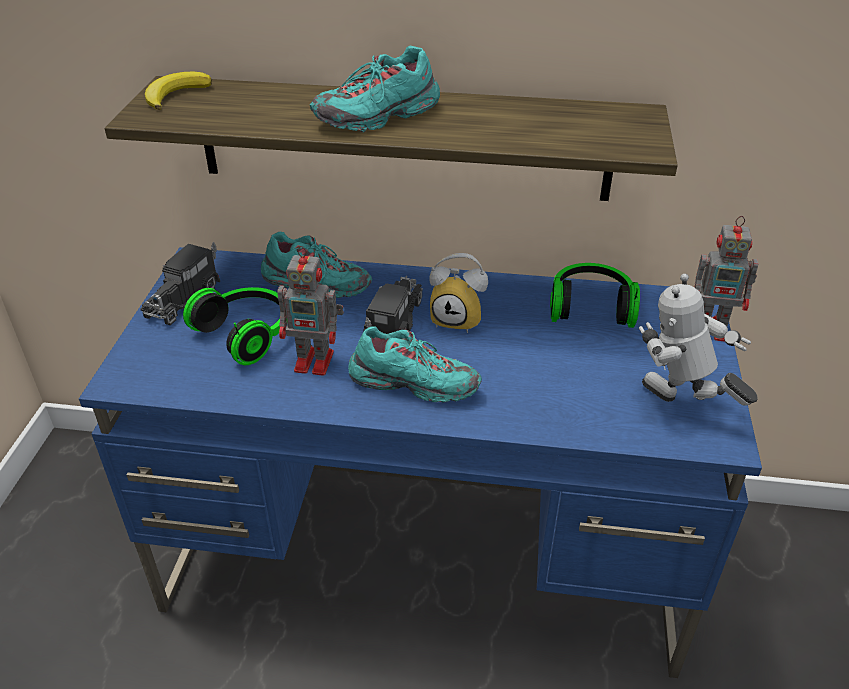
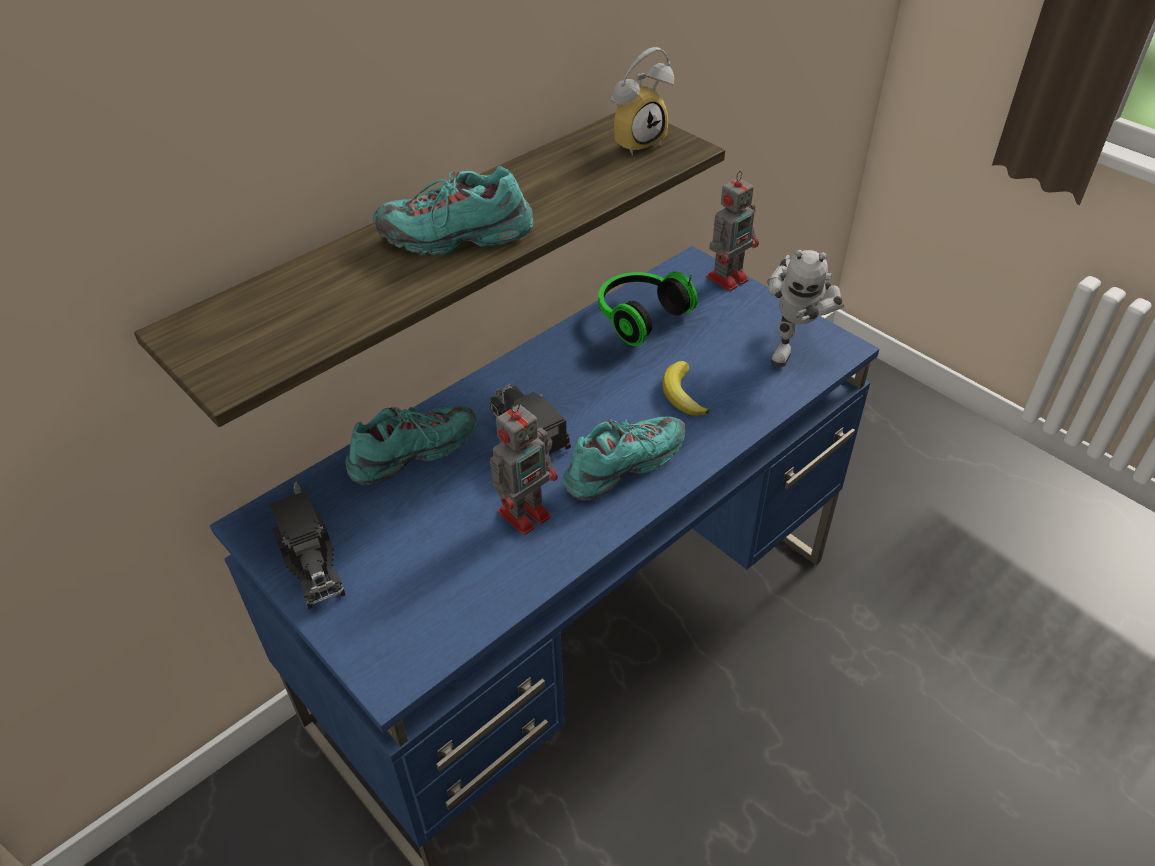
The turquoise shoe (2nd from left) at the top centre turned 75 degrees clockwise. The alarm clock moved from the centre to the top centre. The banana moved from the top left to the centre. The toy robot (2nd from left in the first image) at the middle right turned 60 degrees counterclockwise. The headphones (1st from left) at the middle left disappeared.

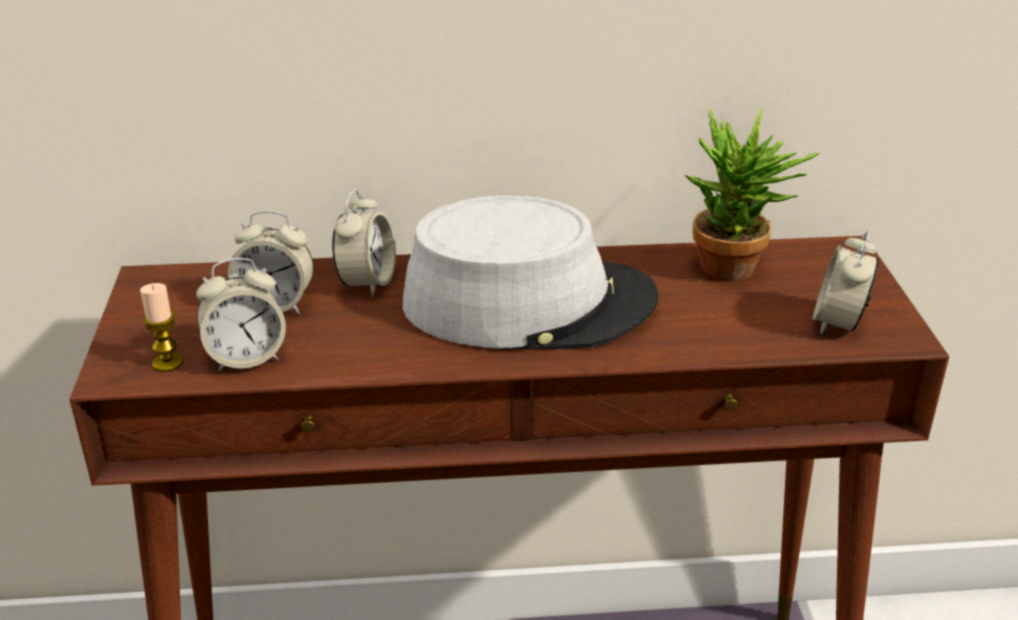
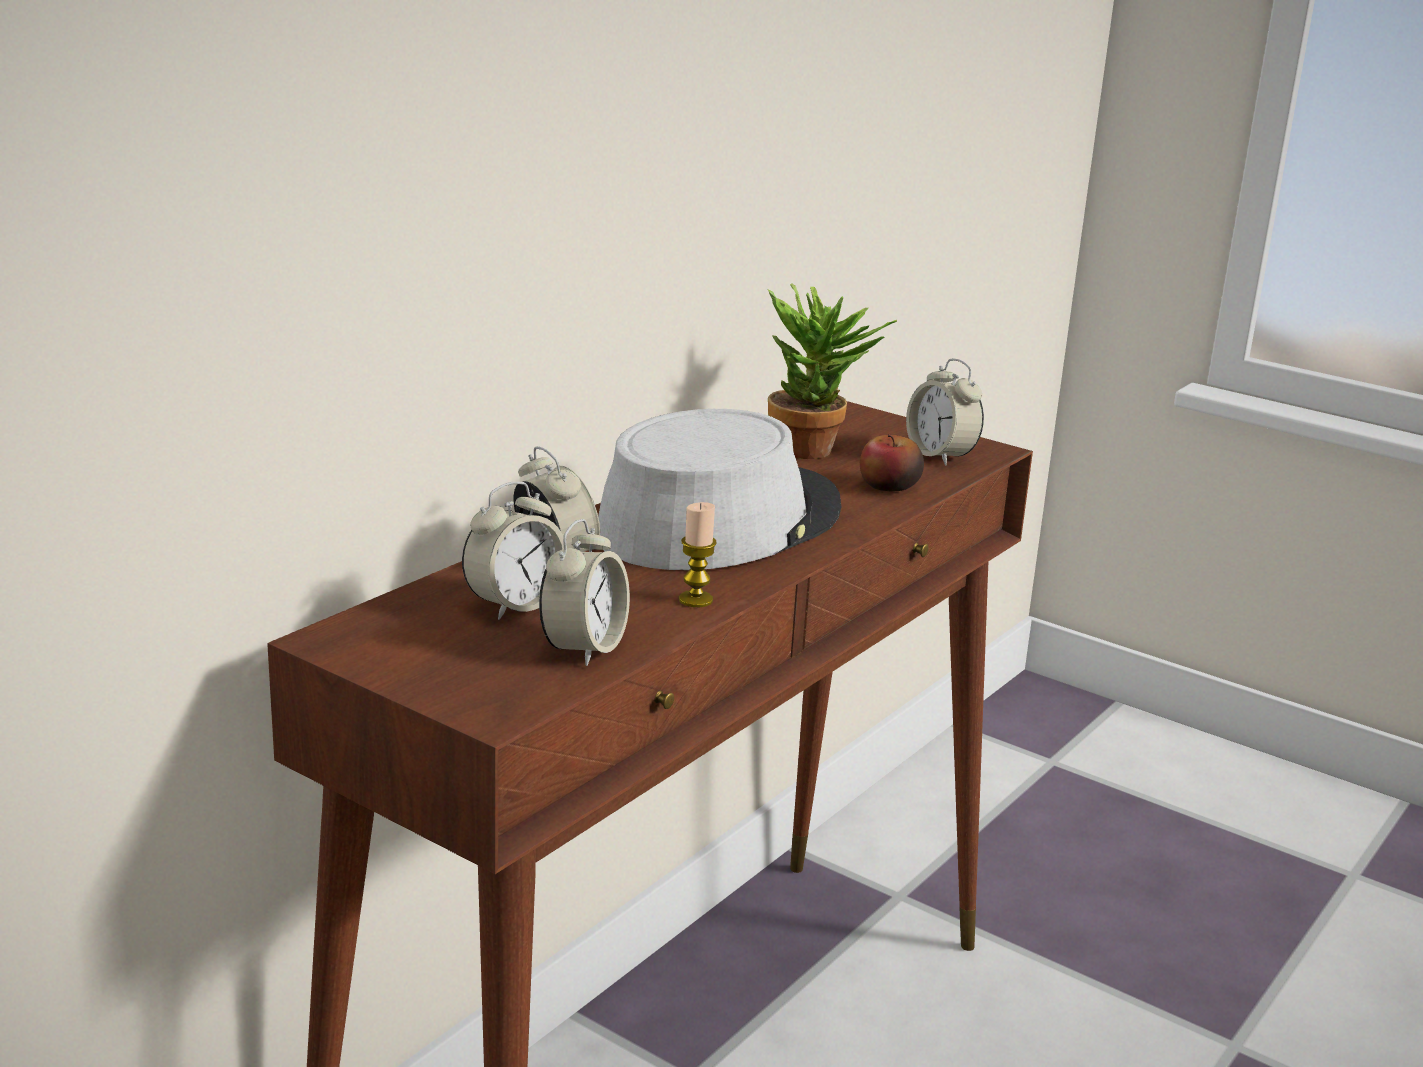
The candle moved from the middle left to the centre. The apple at the centre appeared.

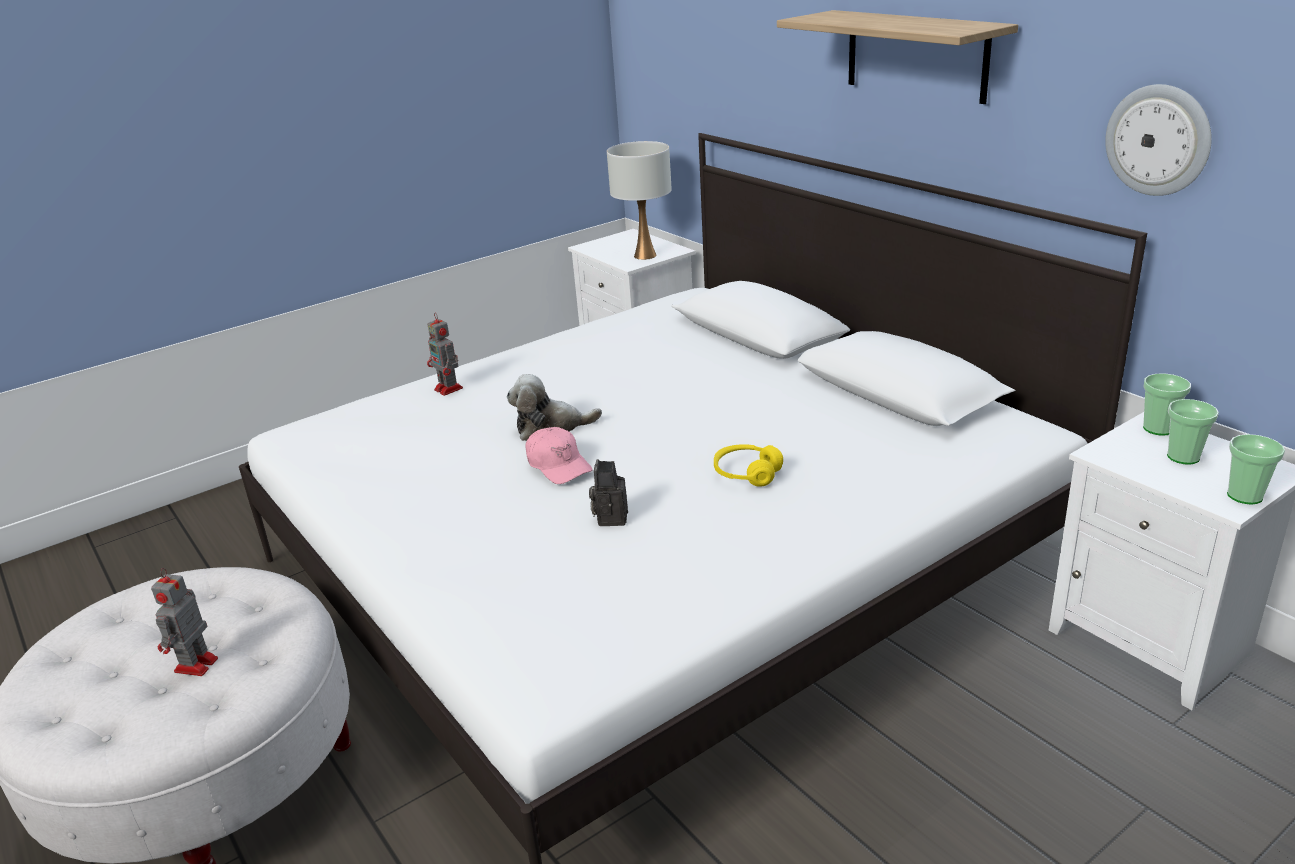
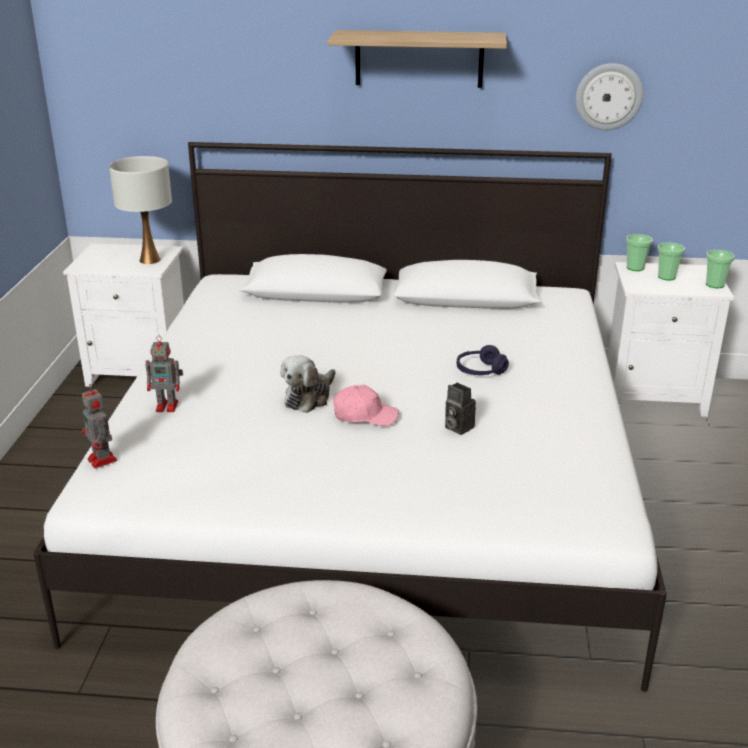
The toy robot (1st from left) moved from the bottom left to the middle left. The yellow headphones at the centre became the purple headphones at the centre.

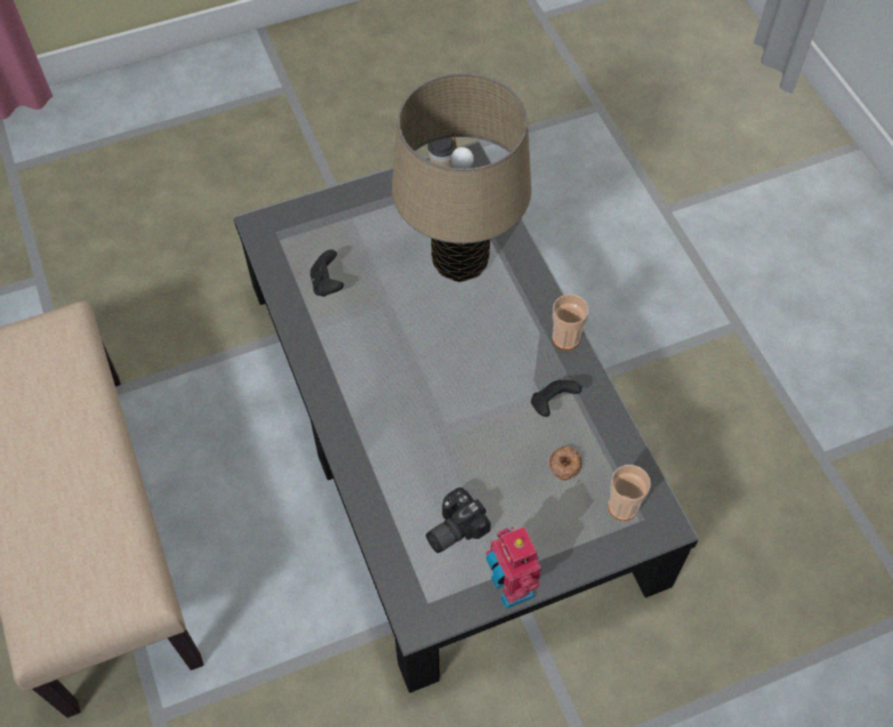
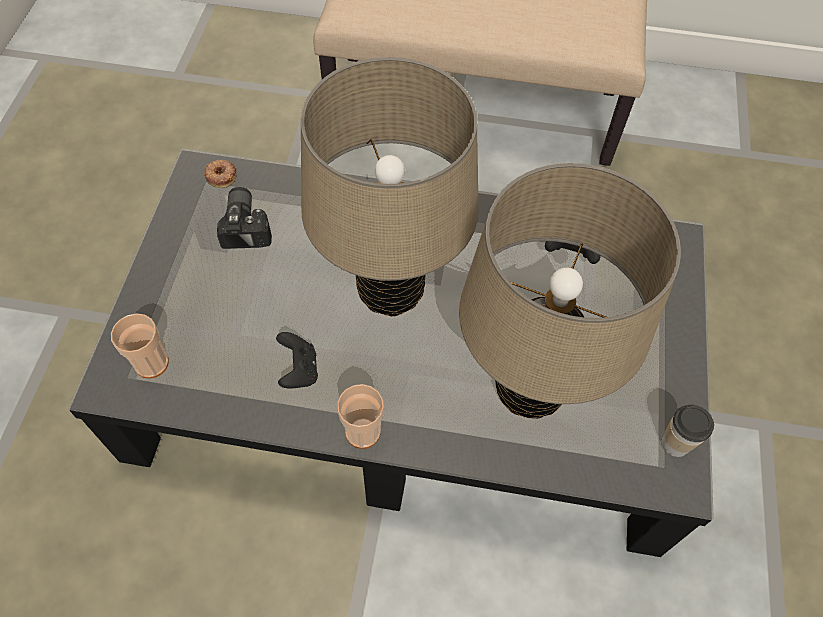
The donut moved from the centre to the top left. The beige table lamp (1st from left) at the top centre appeared. The toy robot at the bottom centre disappeared.

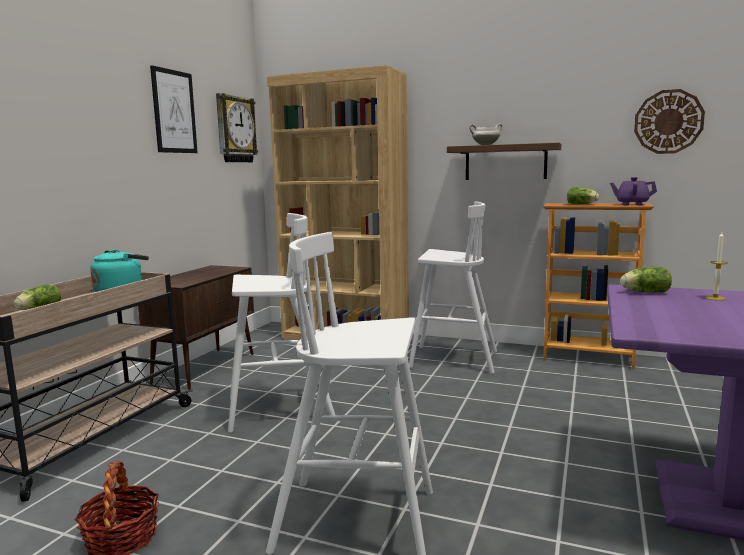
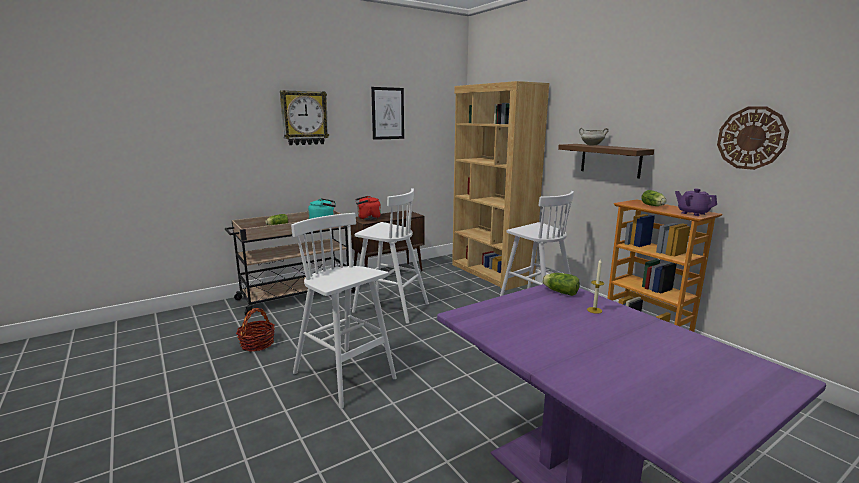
The wall clock (1st from left) moved from the top left to the top centre. The red kettle at the centre appeared.

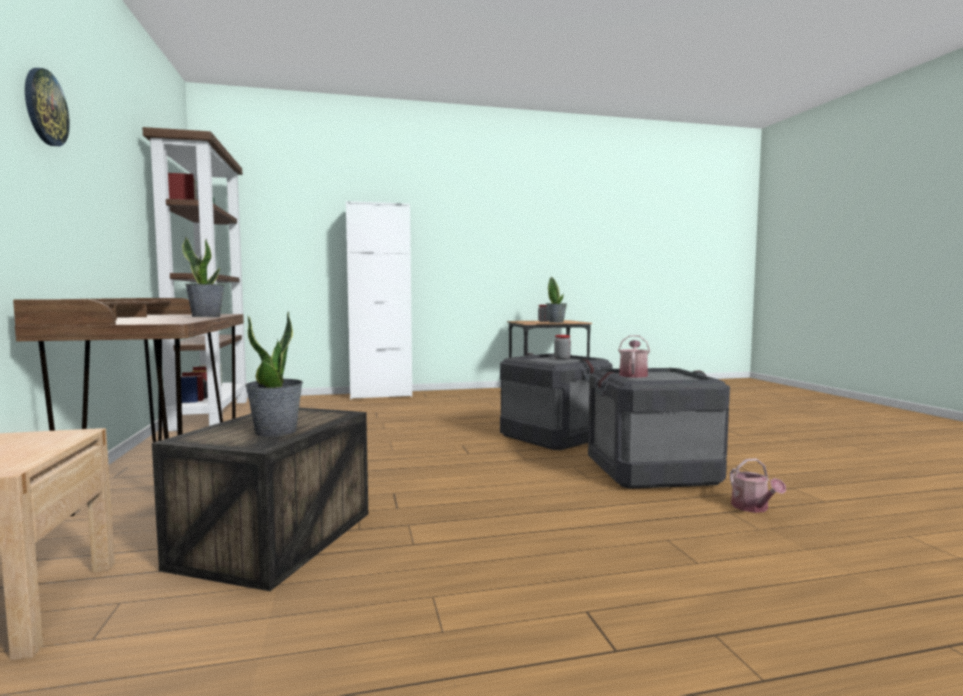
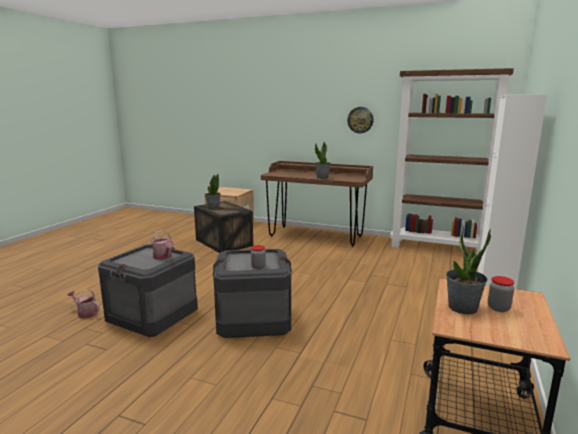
The wall clock moved from the top left to the top centre.

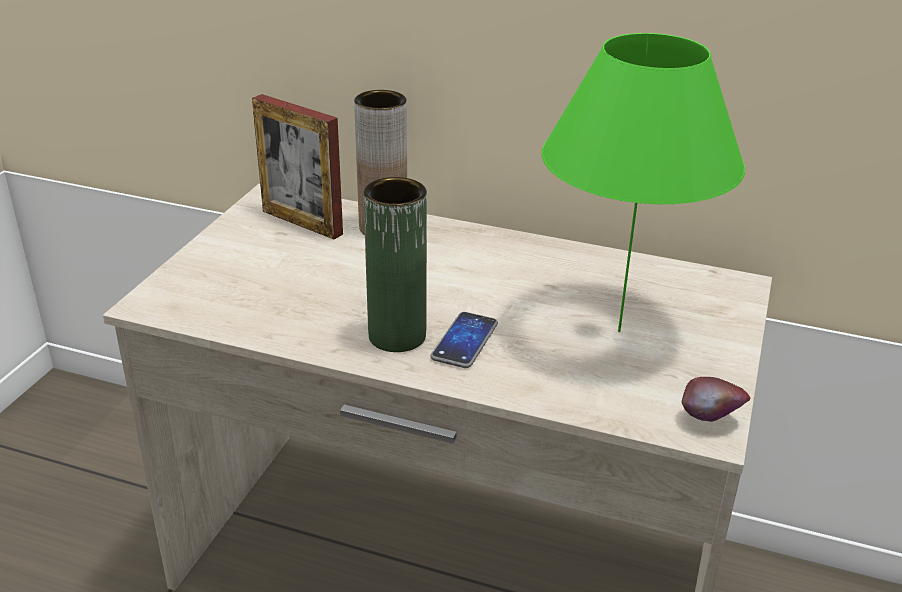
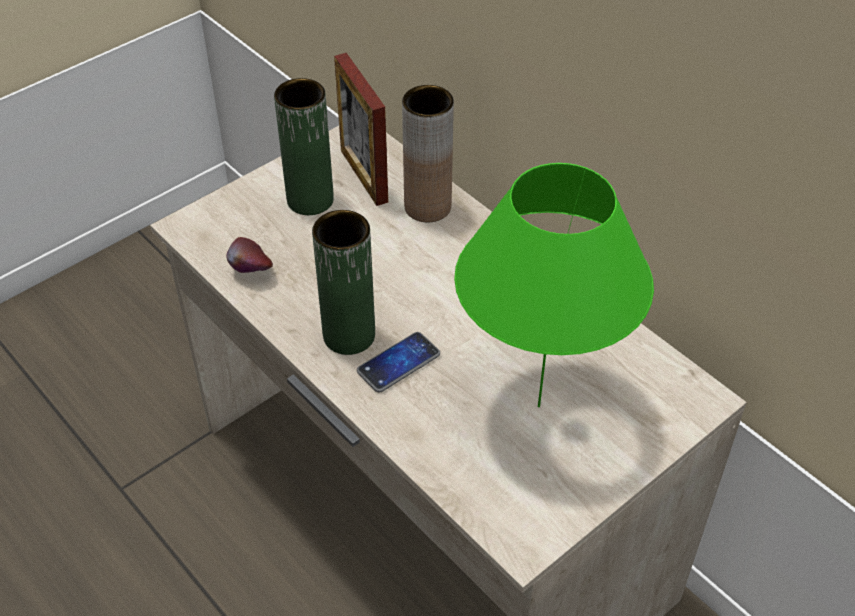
The apple moved from the bottom right to the middle left. The green vase (1st from left) at the top centre appeared.

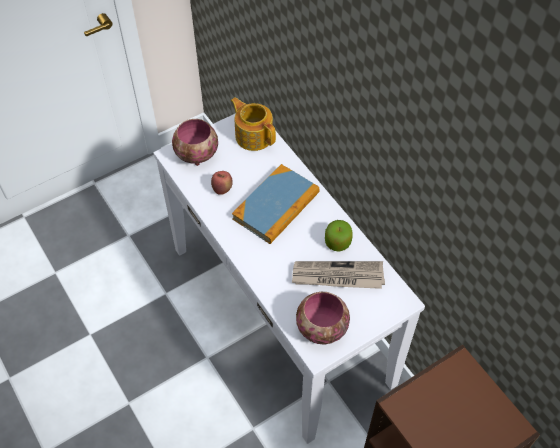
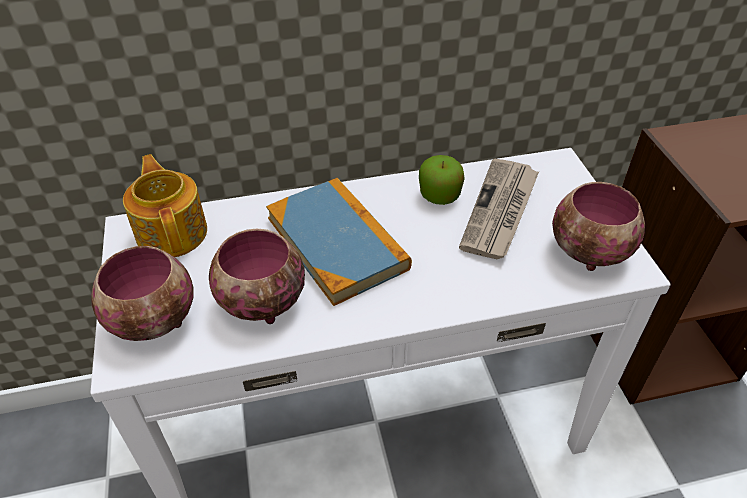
The teapot at the top centre turned 90 degrees clockwise. The apple (1st from left) at the centre was replaced by the bowl (2nd from left) at the centre.

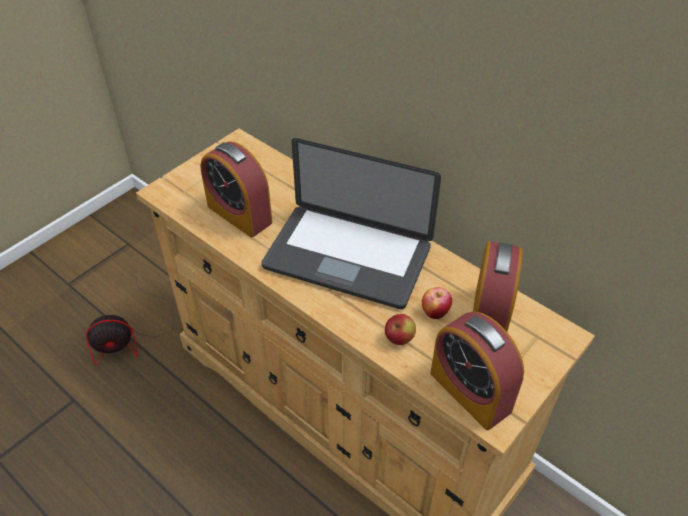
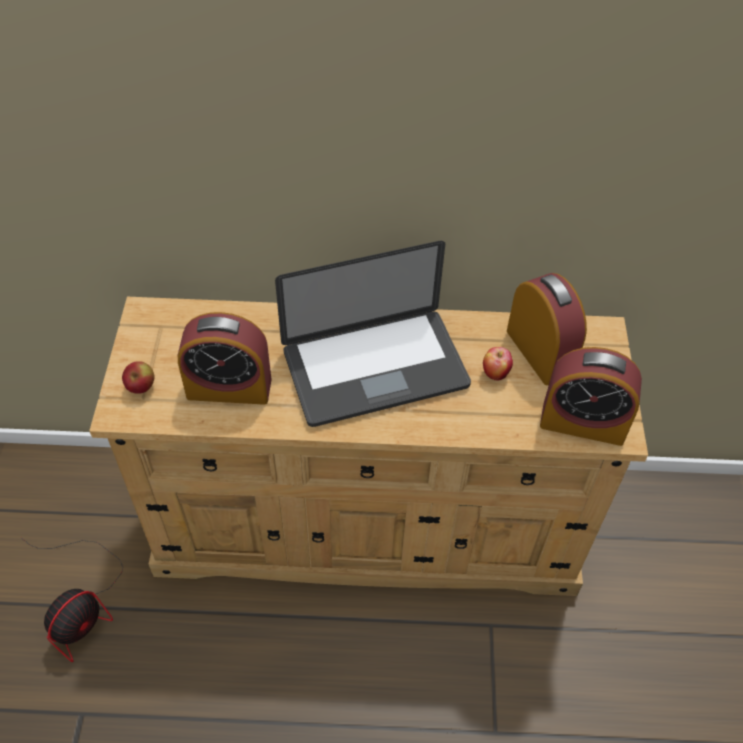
The apple (1st from left) moved from the centre to the middle left.

